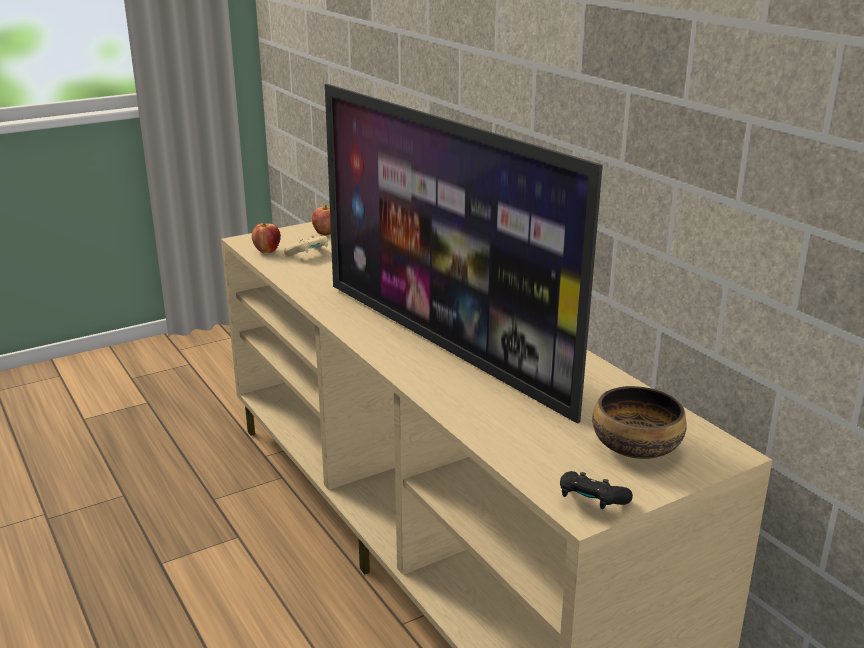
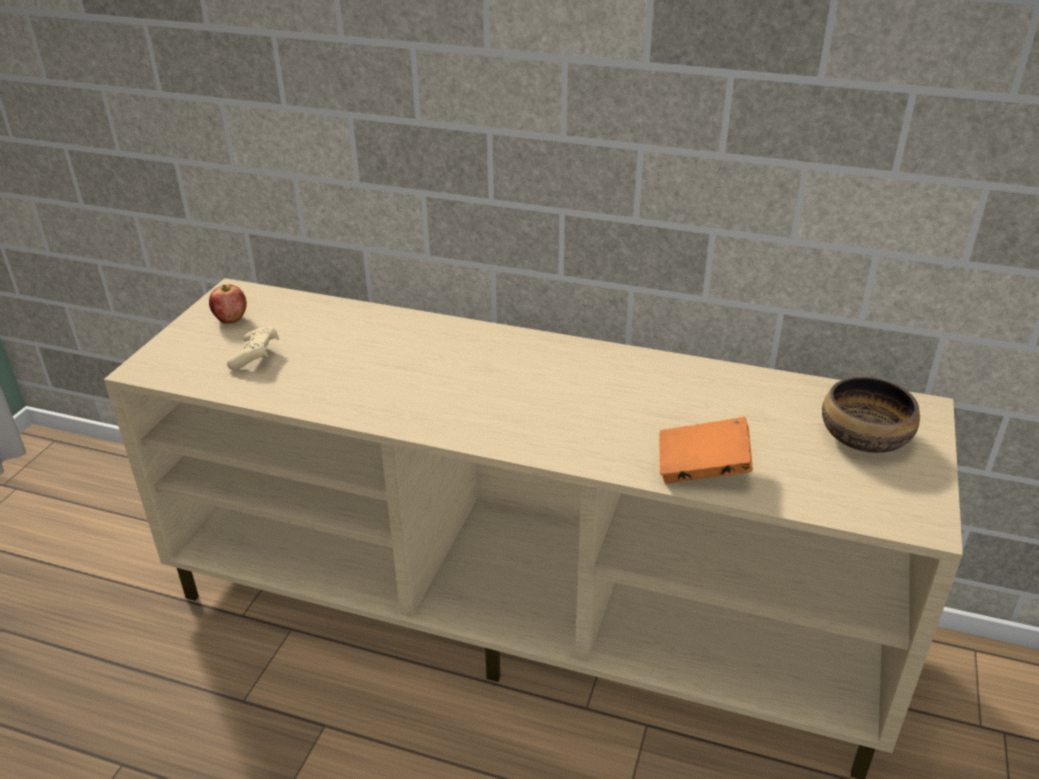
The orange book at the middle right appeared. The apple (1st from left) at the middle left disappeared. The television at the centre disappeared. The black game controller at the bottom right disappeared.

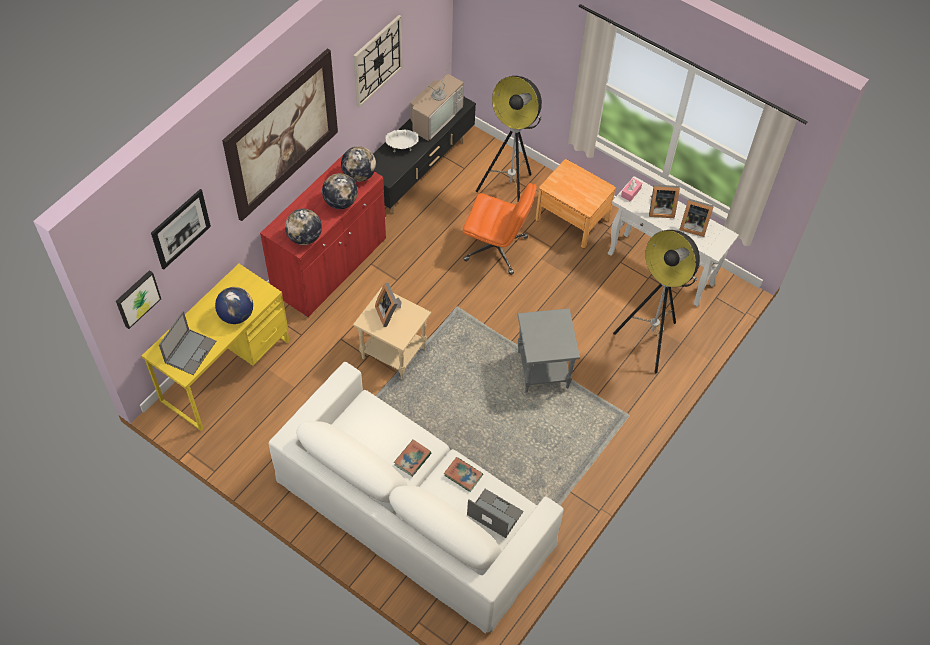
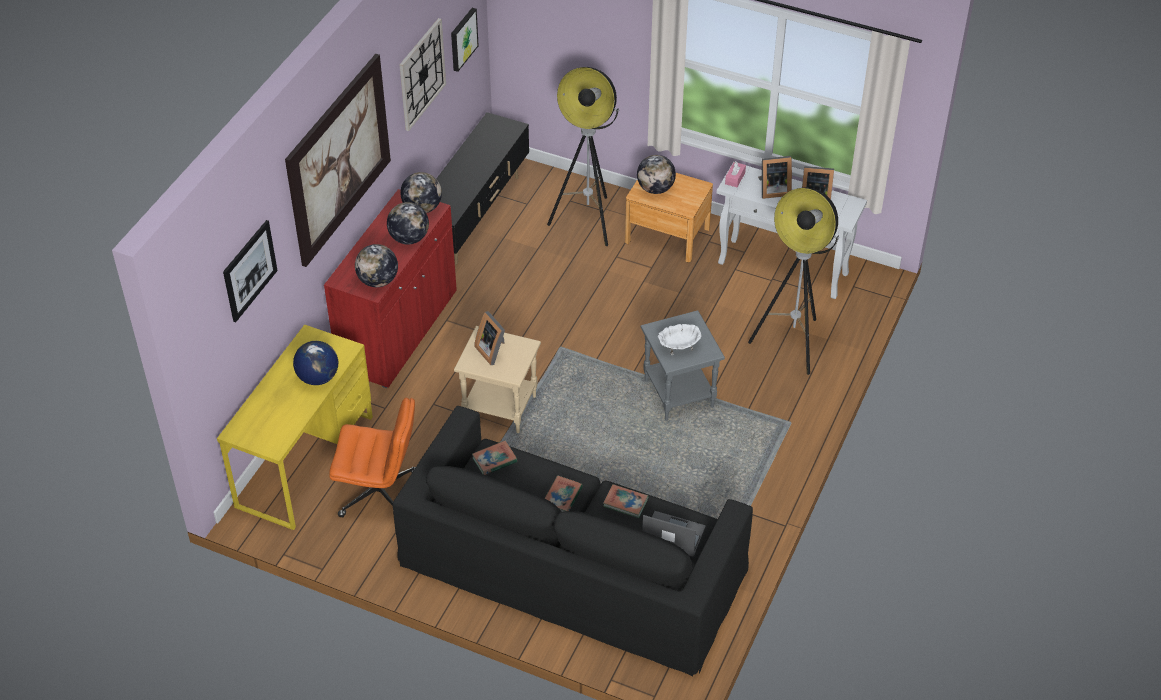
The orange office chair moved from the centre to the middle left. The white sofa at the bottom centre became the black sofa at the bottom centre. The picture (1st from left in the first image) moved from the middle left to the top centre. The book (1st from left) at the centre appeared. The globe (5th from left) at the top centre appeared. The white bowl moved from the top centre to the centre. The laptop (1st from left) at the middle left disappeared. The television at the top centre disappeared.

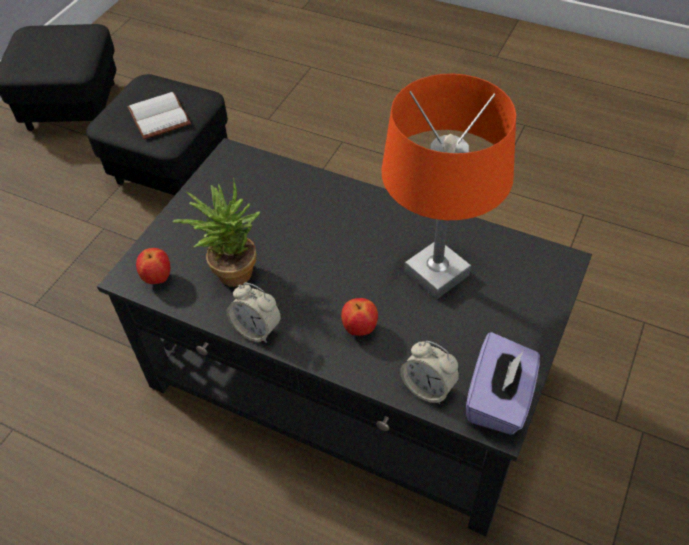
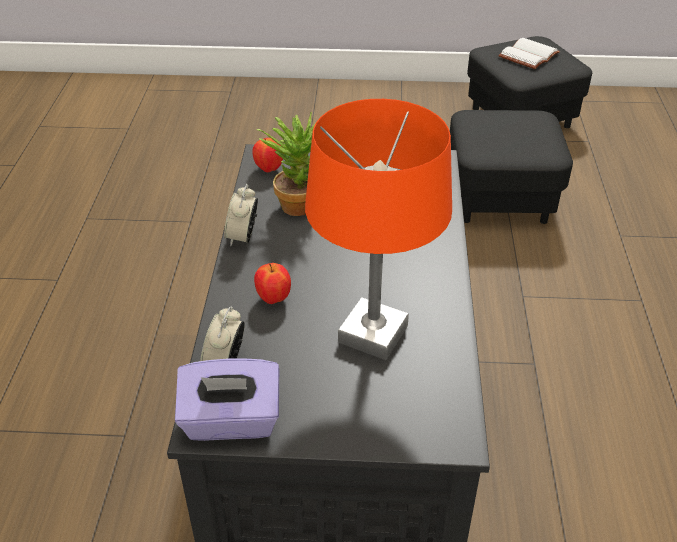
The white book moved from the top left to the top right.

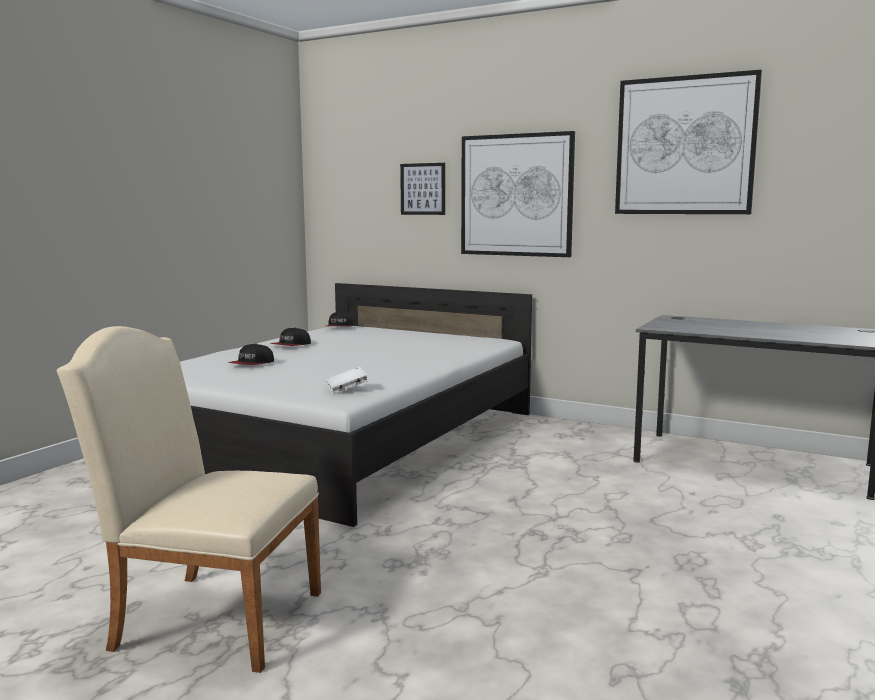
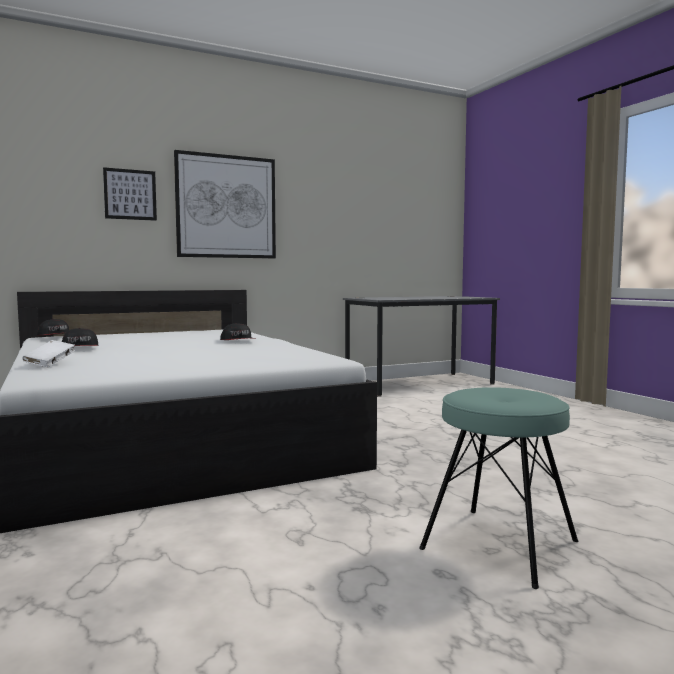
The white book moved from the centre to the middle left. The cap (1st from left in the first image) moved from the middle left to the centre. The beige chair at the bottom left was replaced by the turquoise stool at the bottom right. The picture (3rd from left) at the top right disappeared.

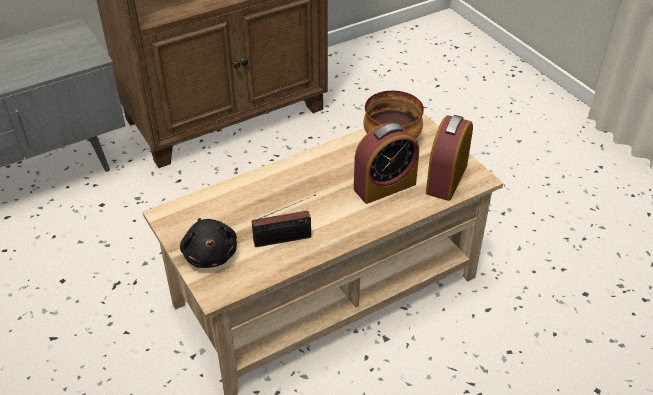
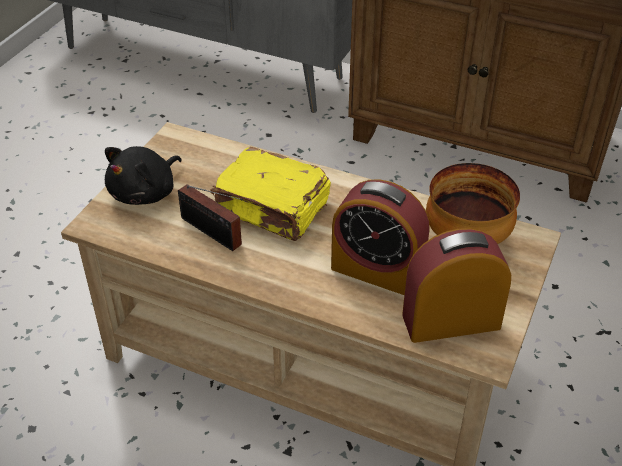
The yellow book at the centre appeared.

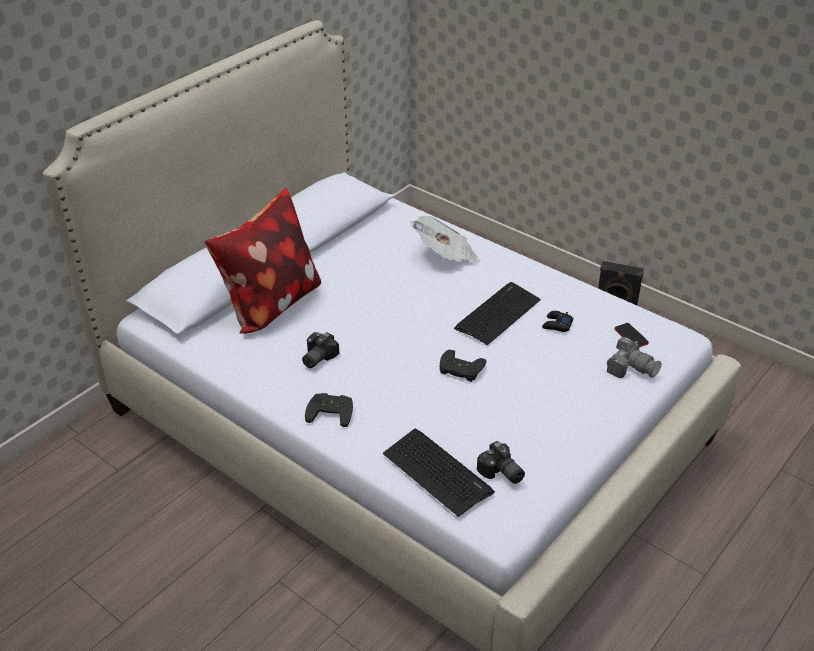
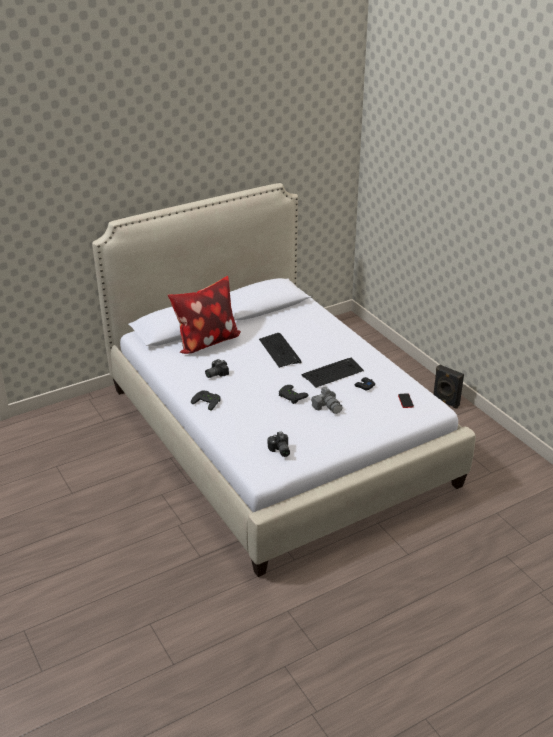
The keyboard (1st from left) moved from the bottom centre to the centre. The photo camera (3rd from left) moved from the middle right to the centre. The newspaper at the centre disappeared.

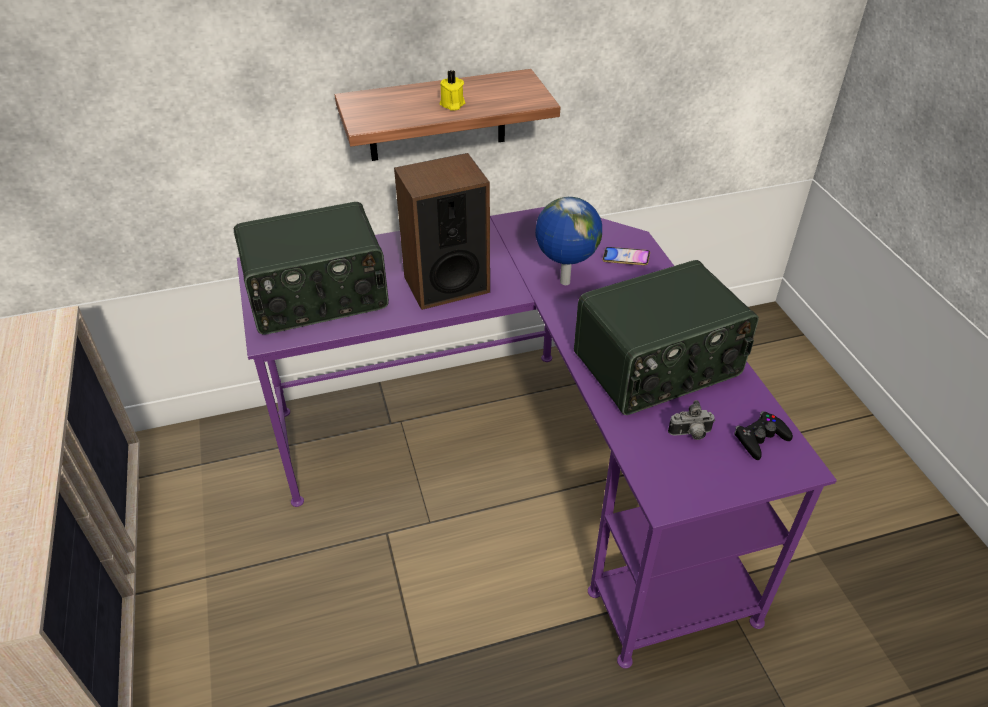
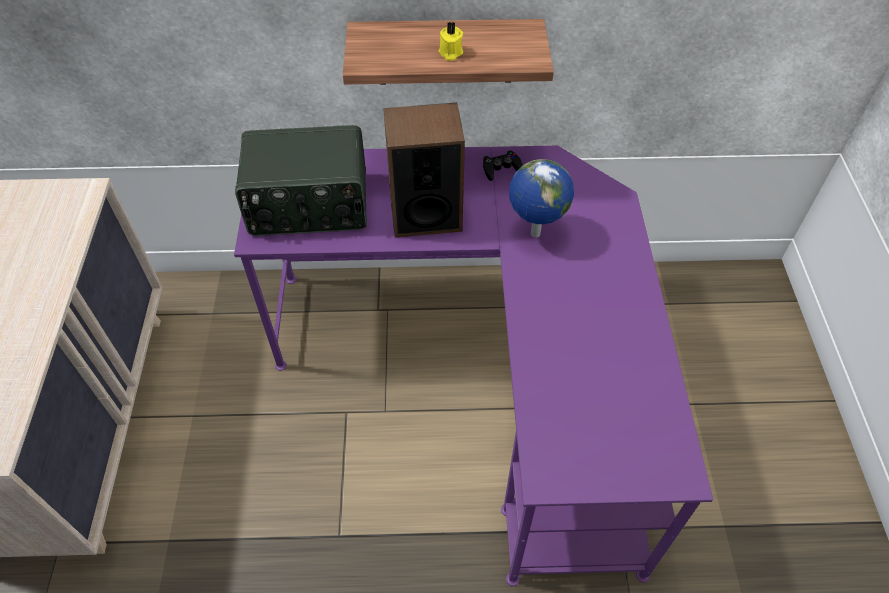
The black game controller moved from the middle right to the top centre. The radio (2nd from left) at the middle right disappeared. The phone at the centre disappeared. The photo camera at the middle right disappeared.

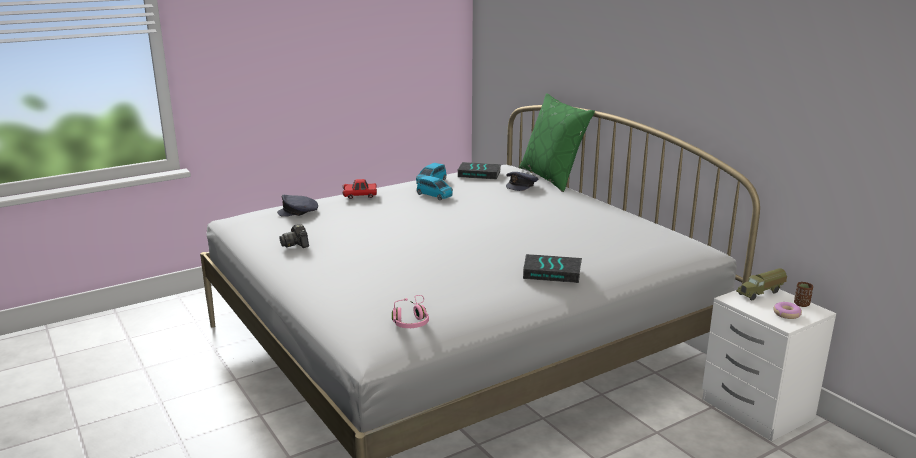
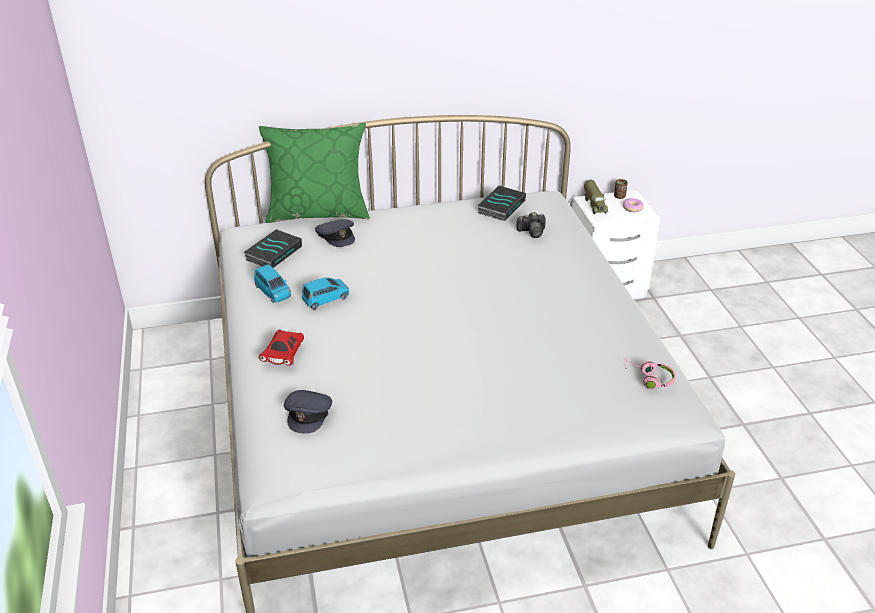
The book (2nd from left) moved from the centre to the top centre. The photo camera moved from the middle left to the centre.

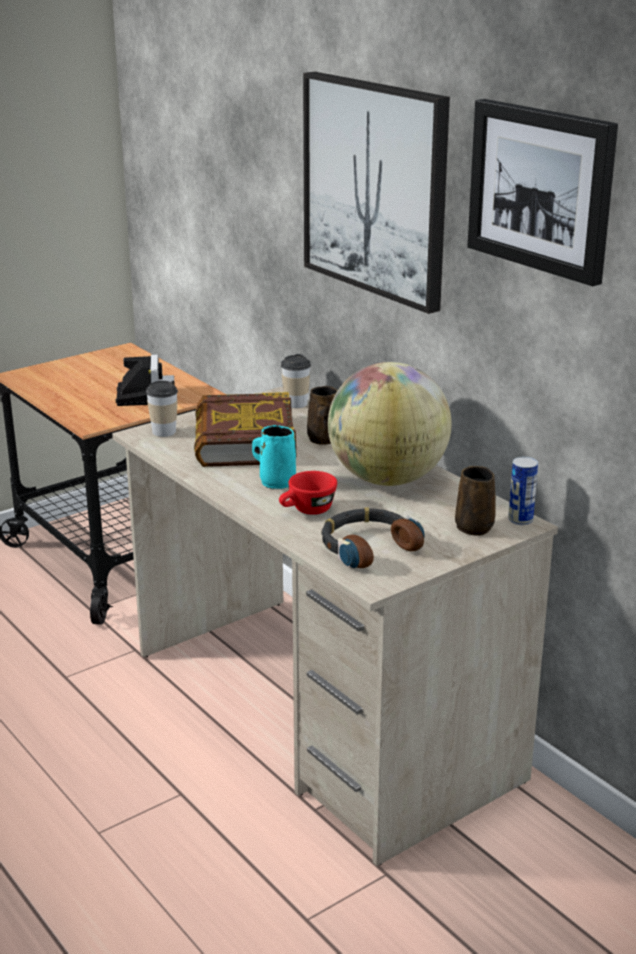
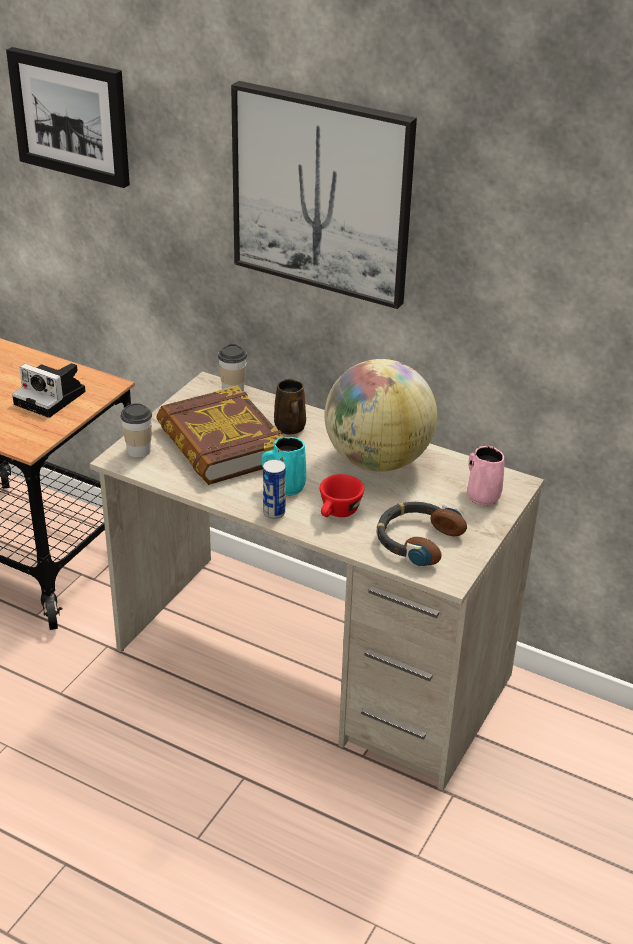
The picture (2nd from left in the first image) moved from the top right to the top left. The photo camera at the middle left turned 150 degrees clockwise. The can moved from the middle right to the centre. The brown mug (2nd from left) at the middle right became the pink mug at the middle right.

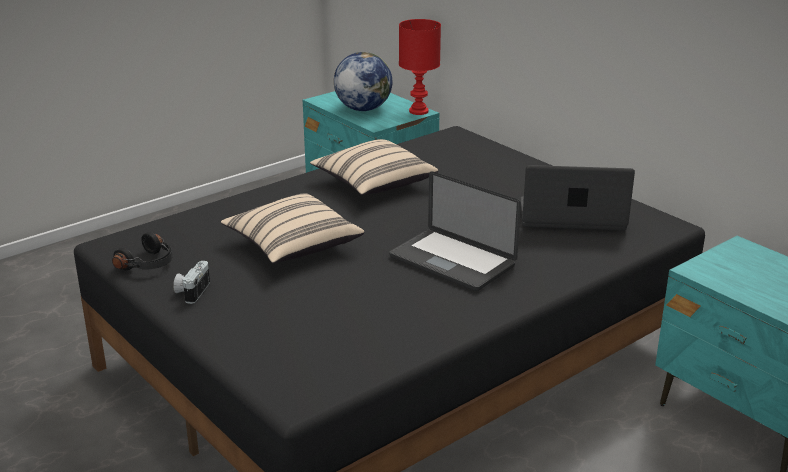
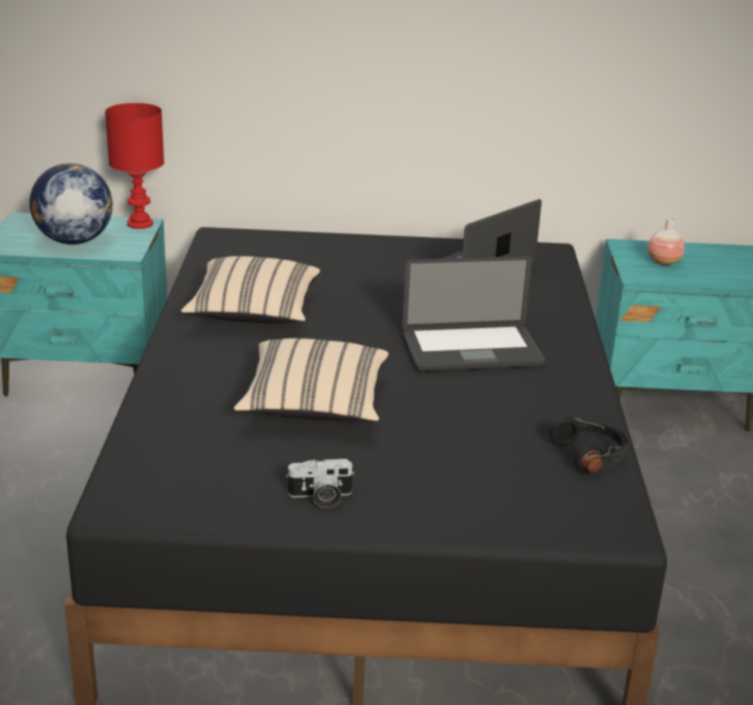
The photo camera at the middle left turned 60 degrees counterclockwise. The black headphones moved from the middle left to the middle right. The vase at the middle right appeared.

